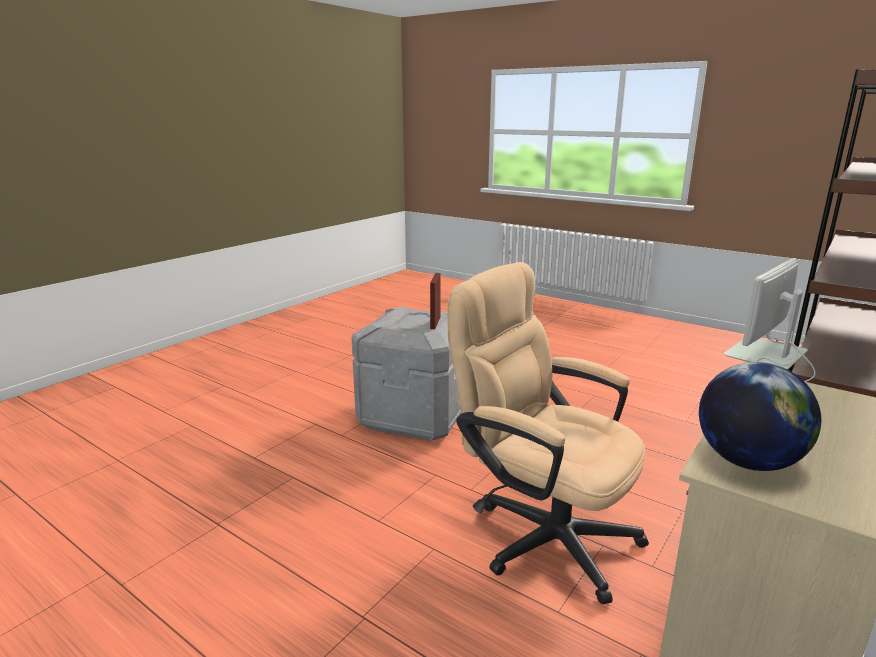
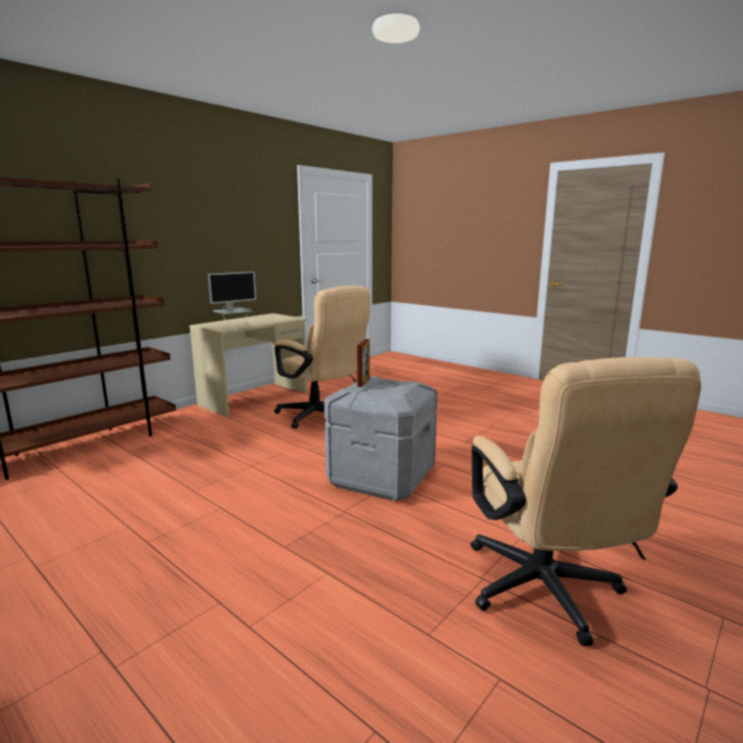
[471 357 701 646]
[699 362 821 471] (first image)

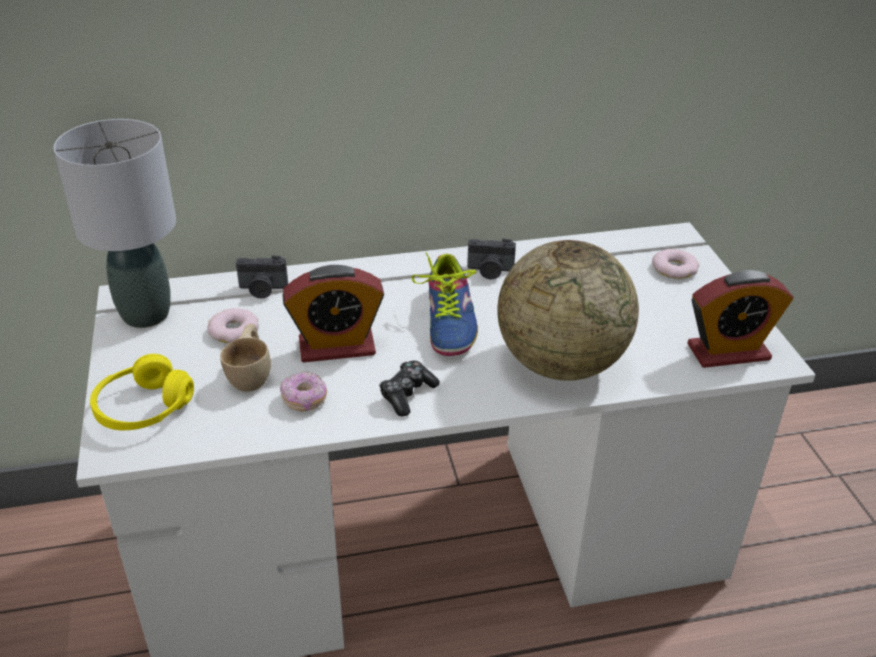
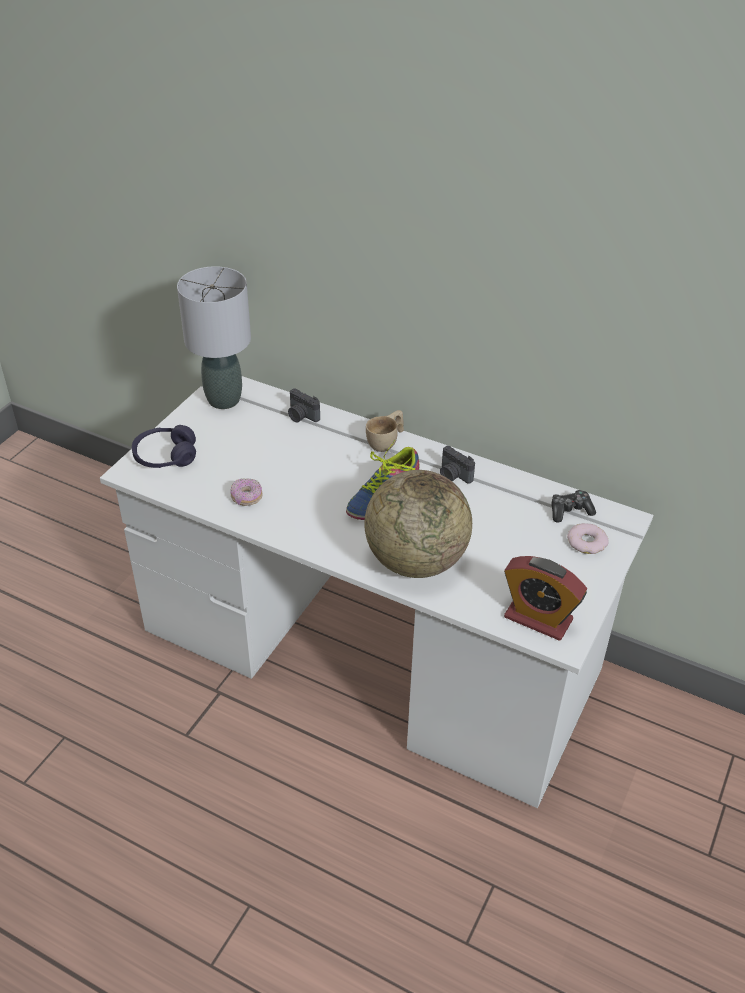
[132 425 196 468]
[366 410 404 452]
[551 490 596 522]
[208 308 259 343] (first image)
[283 265 384 363] (first image)

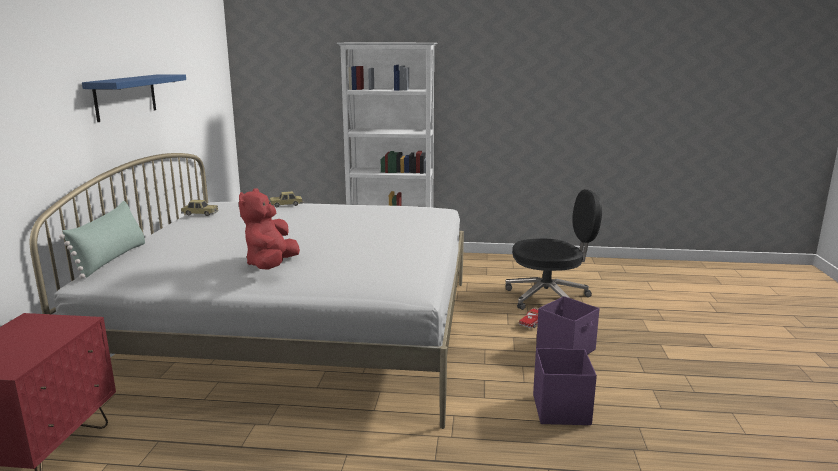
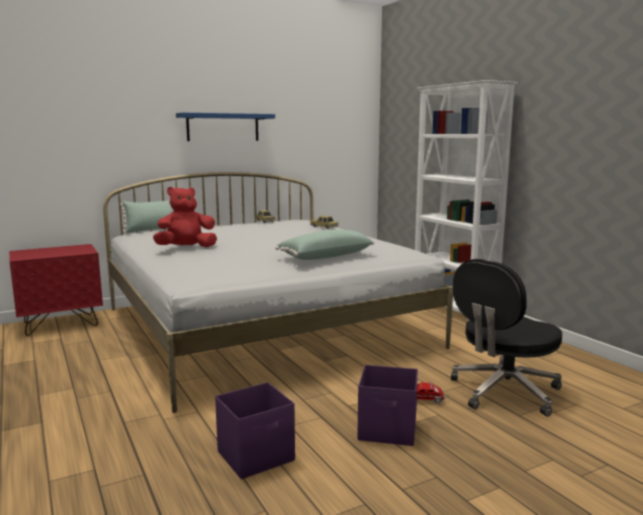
[275 230 374 260]
[451 259 562 417]

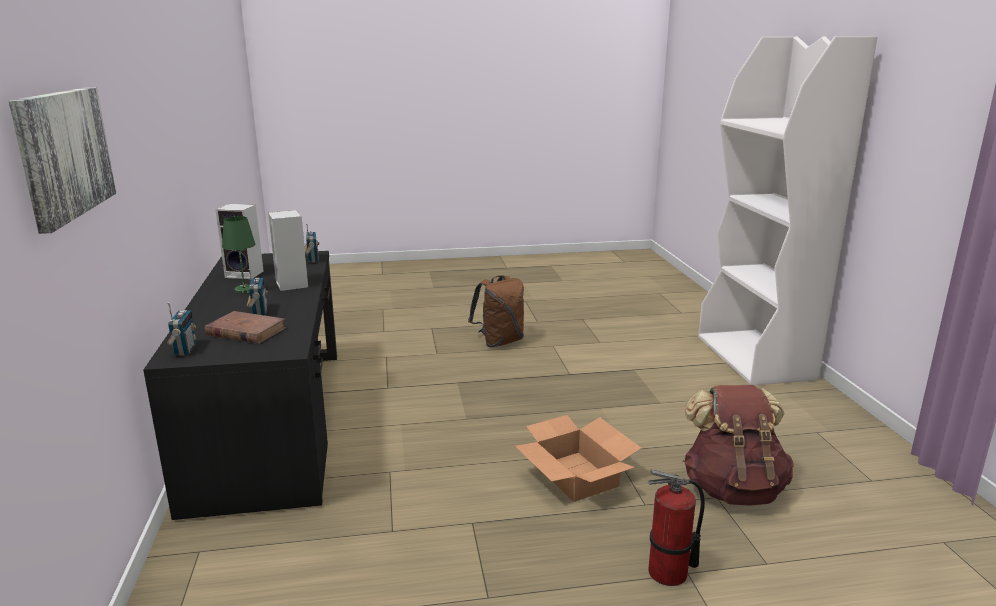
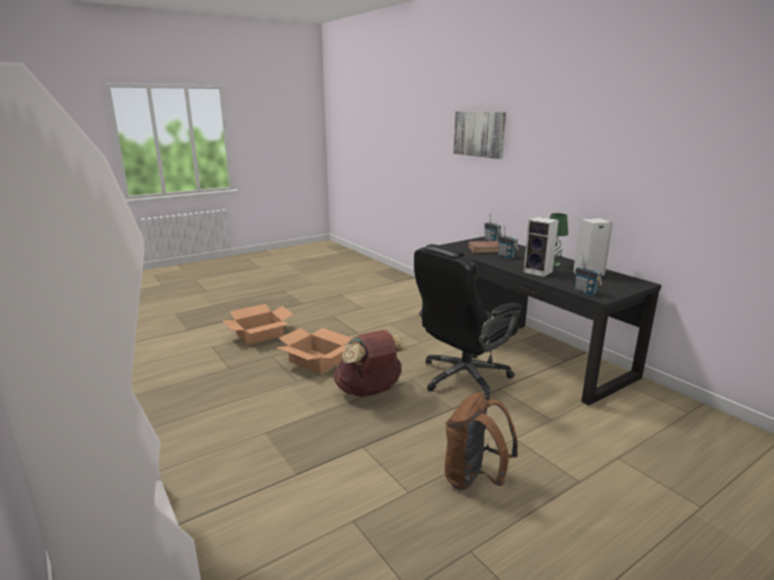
[222 304 294 345]
[334 330 408 397]
[414 244 522 400]

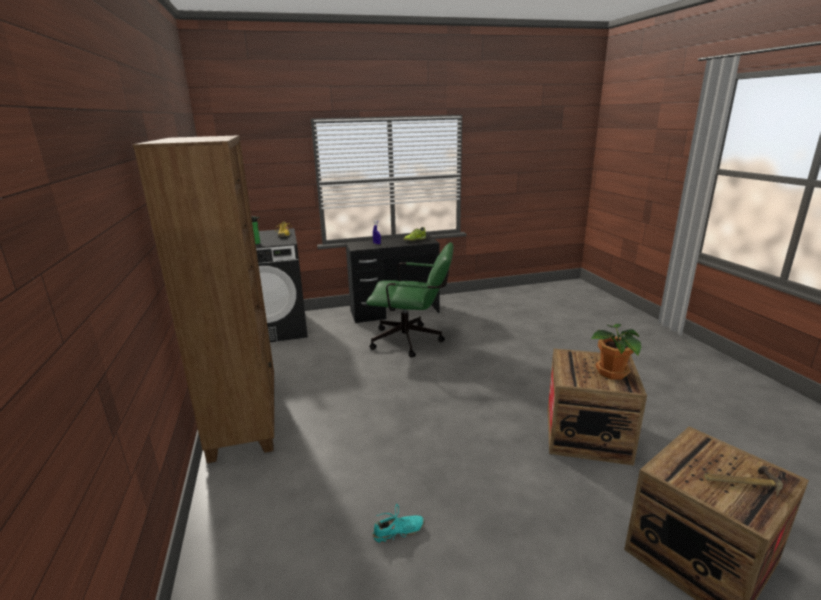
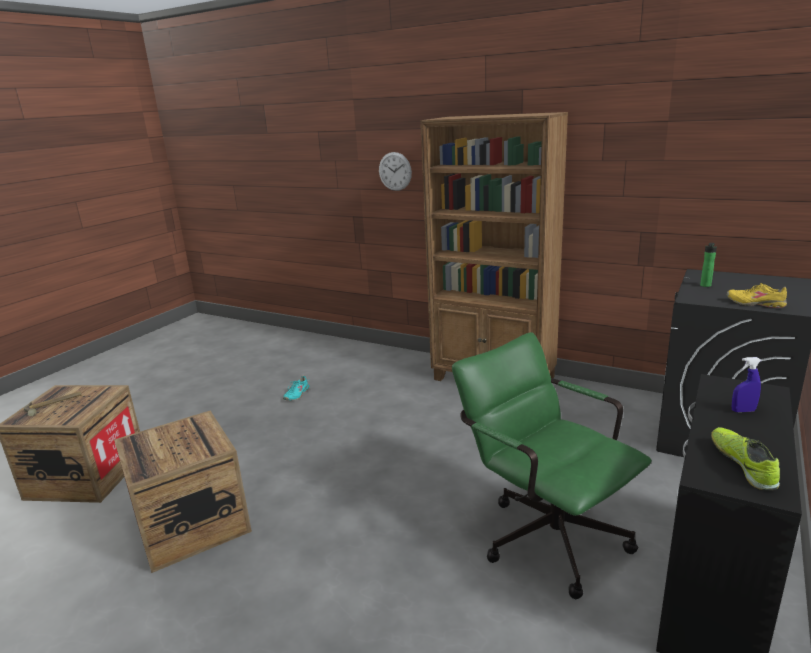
[379 152 412 191]
[452 332 652 599]
[591 324 641 380] (first image)

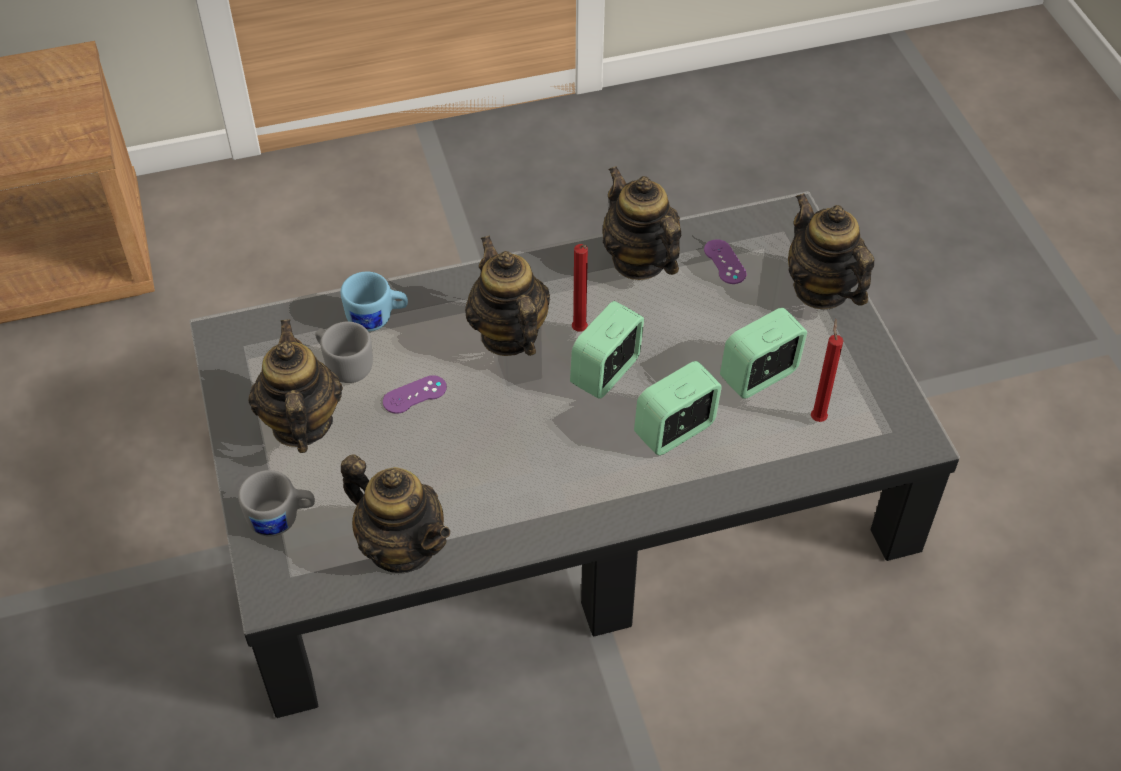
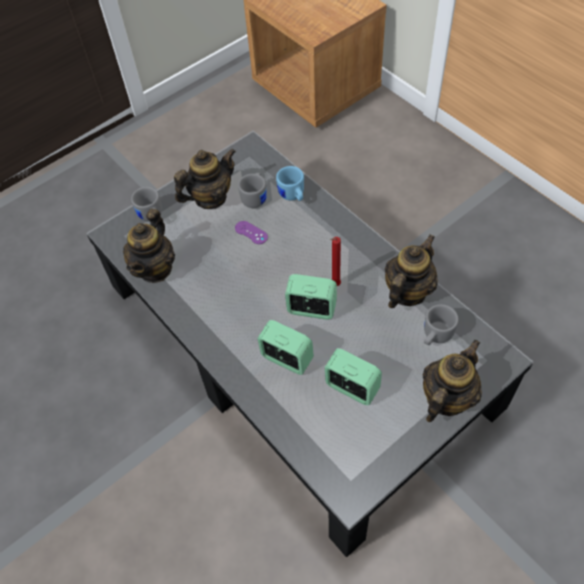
[424 304 459 345]
[465 236 550 356] (first image)
[811 319 844 422] (first image)

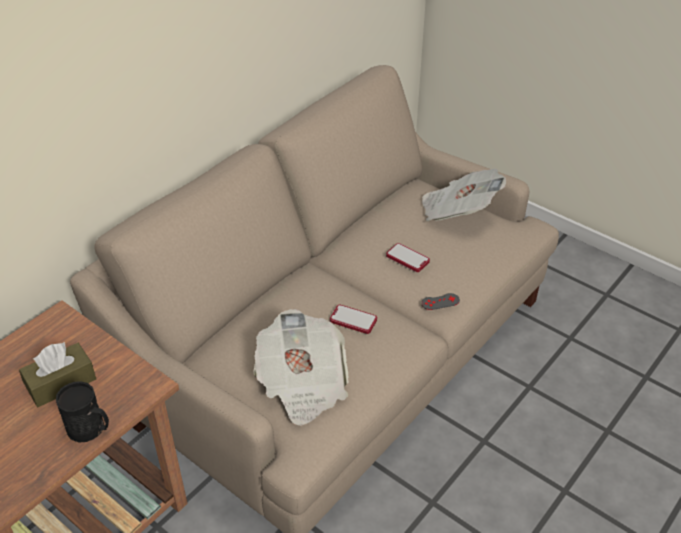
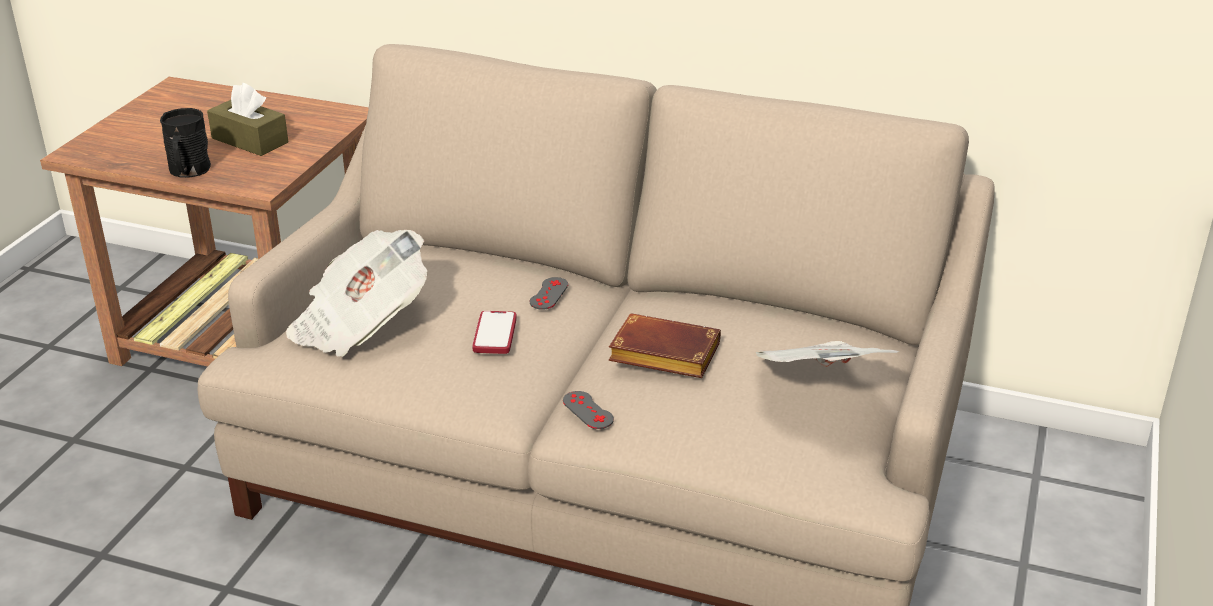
[530 277 568 310]
[609 313 721 378]

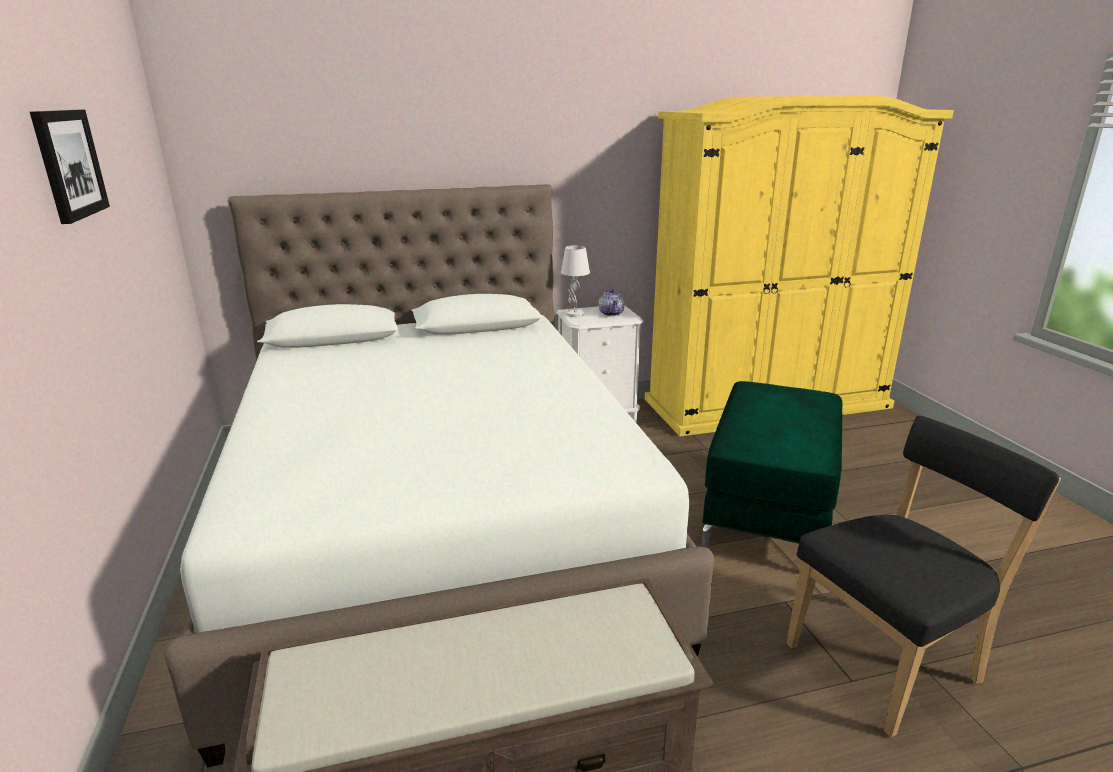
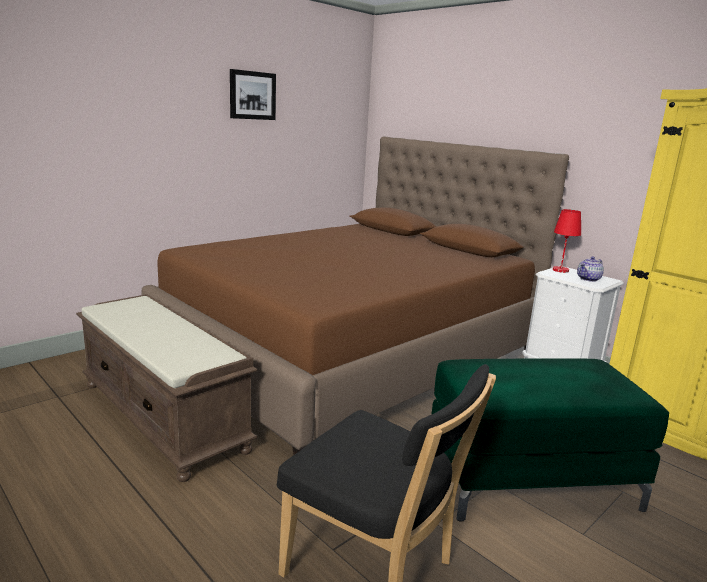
[142 136 569 455]
[553 209 581 273]

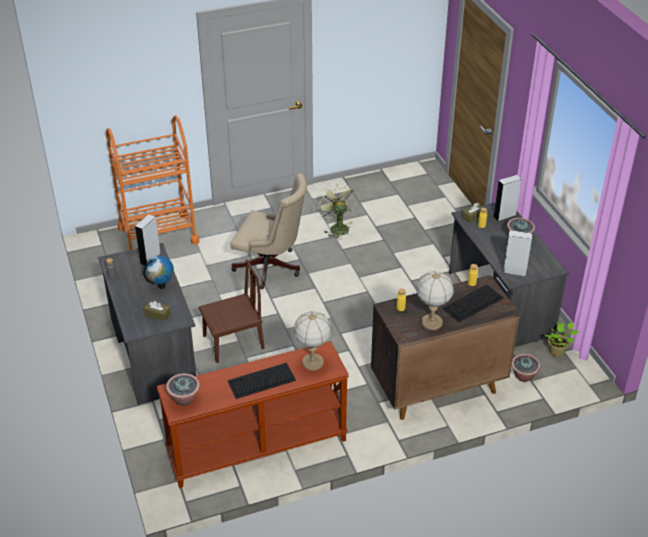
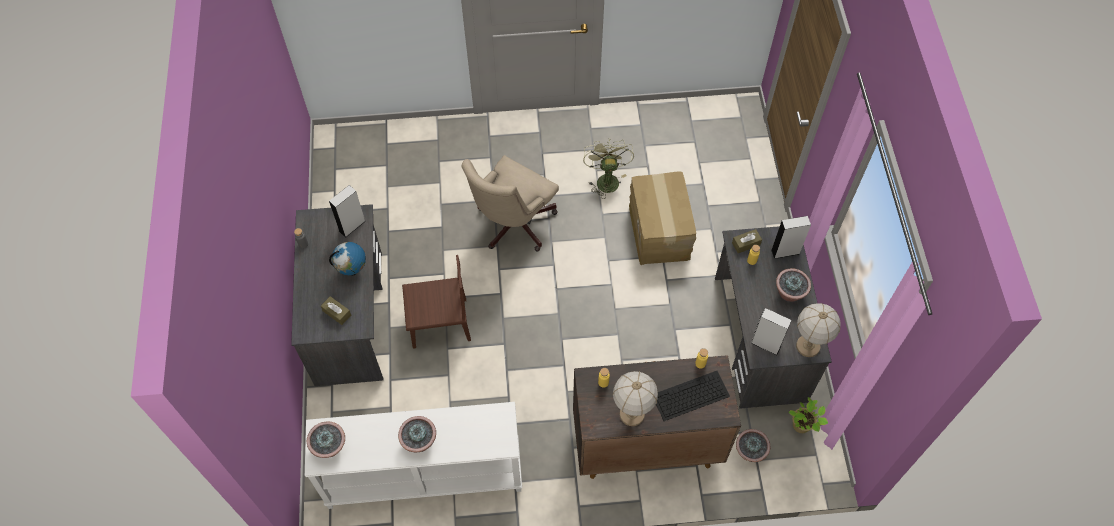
[305 402 522 509]
[398 416 436 452]
[461 155 559 251]
[629 172 696 265]
[796 303 841 357]
[106 115 199 250] (first image)

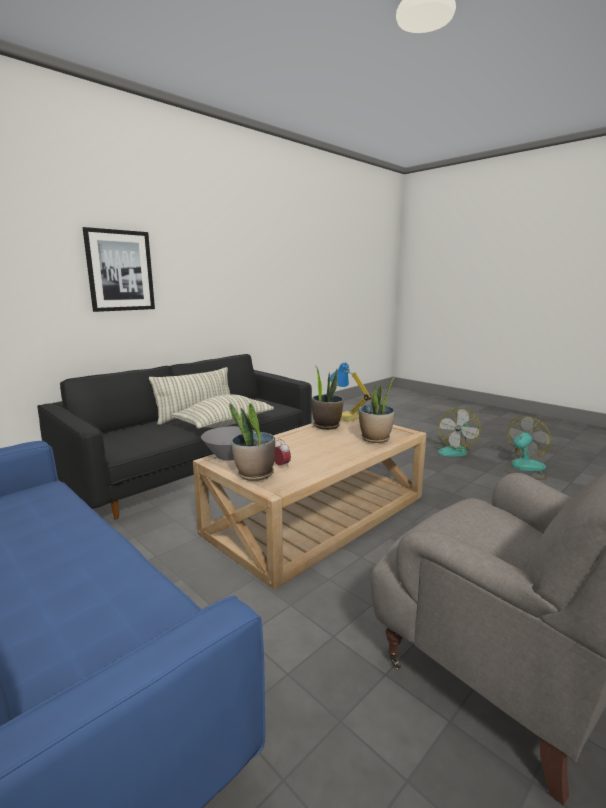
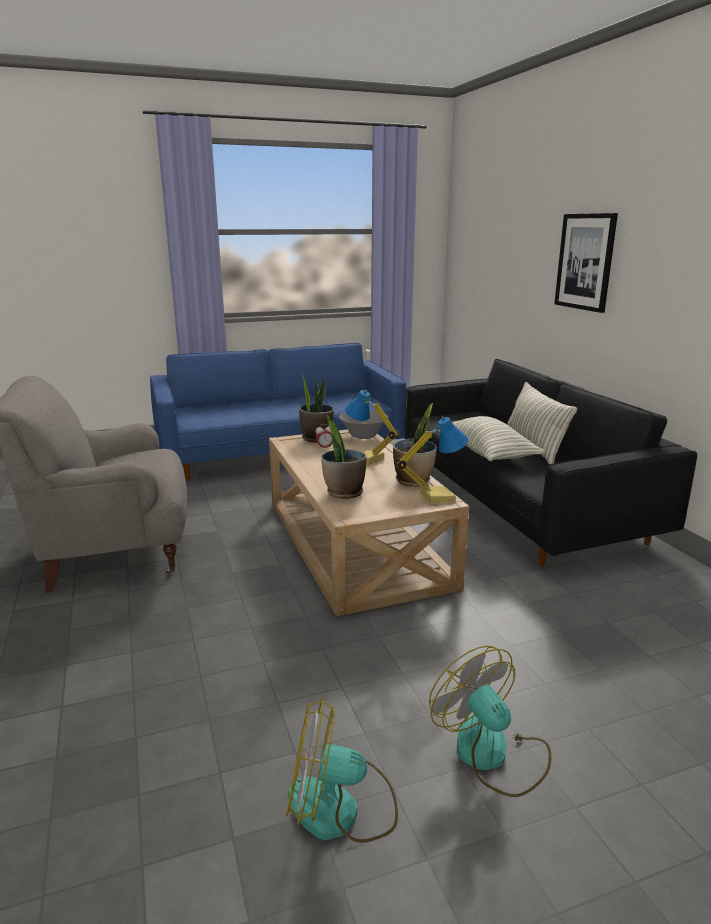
[286 698 398 843]
[345 390 399 466]

